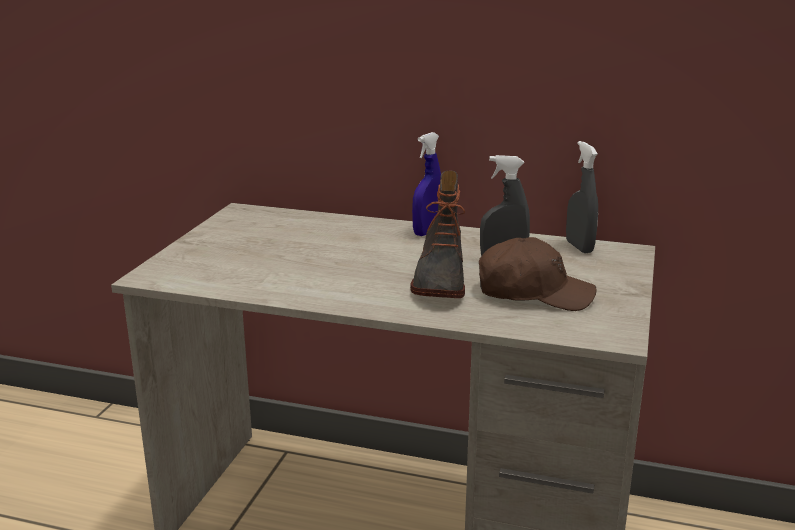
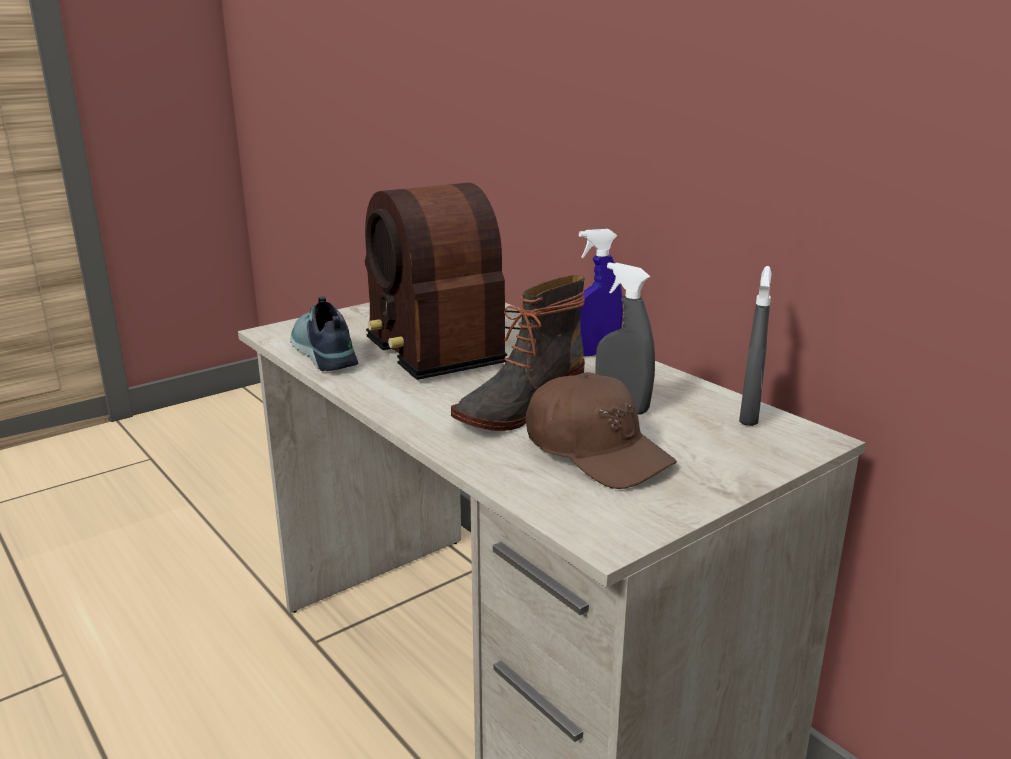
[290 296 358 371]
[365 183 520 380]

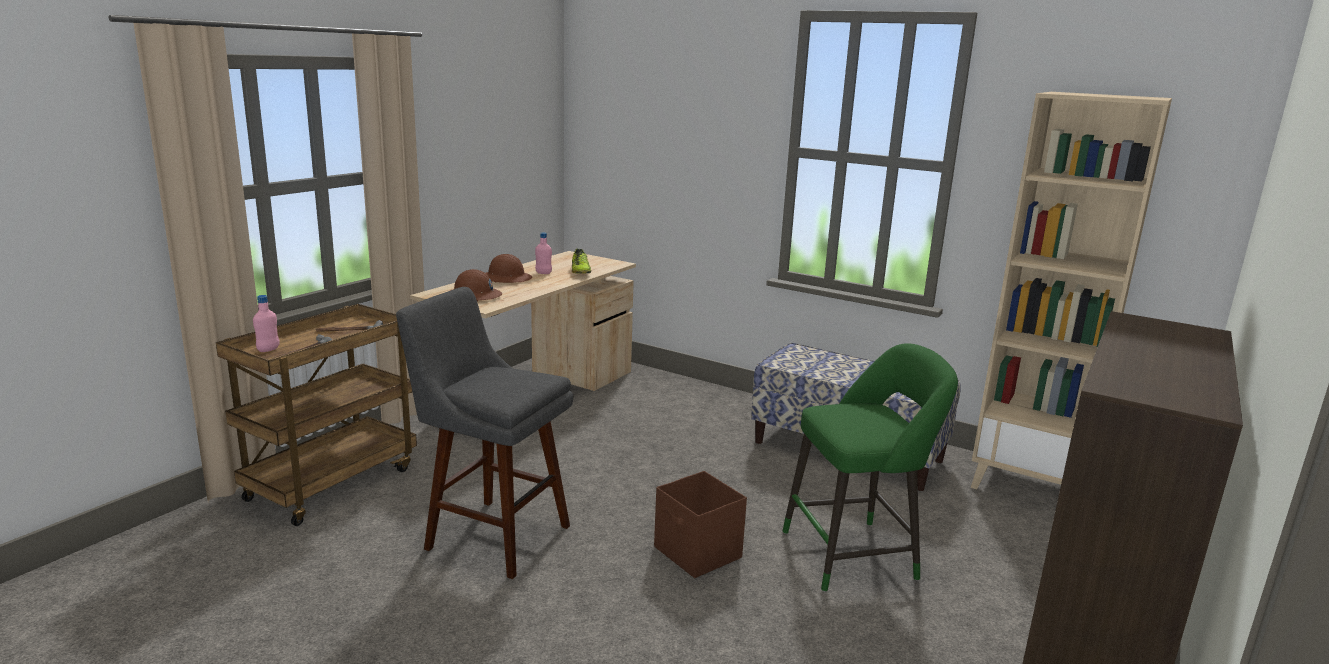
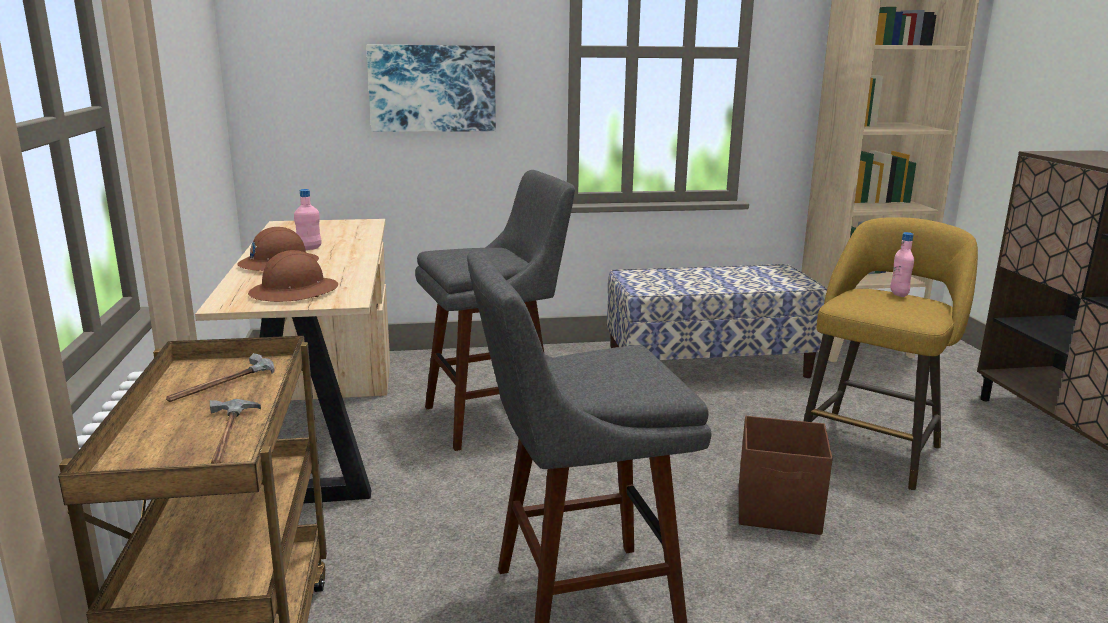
[366 44 496 132]
[415 170 575 451]
[804 217 978 491]
[890 232 914 297]
[572 249 591 274] (first image)

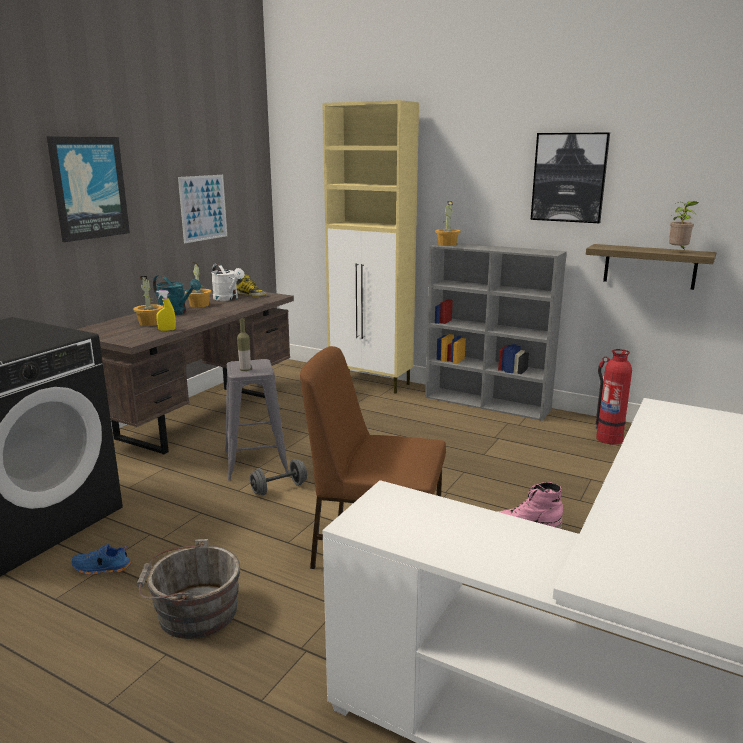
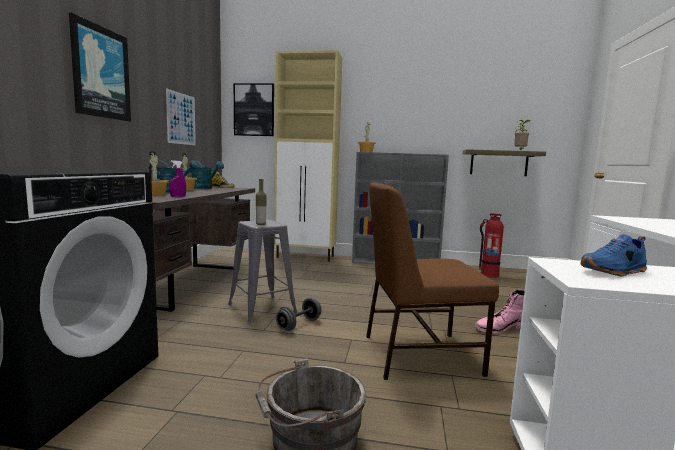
[169 160 186 197]
[190 160 224 189]
[234 83 274 136]
[580 234 647 276]

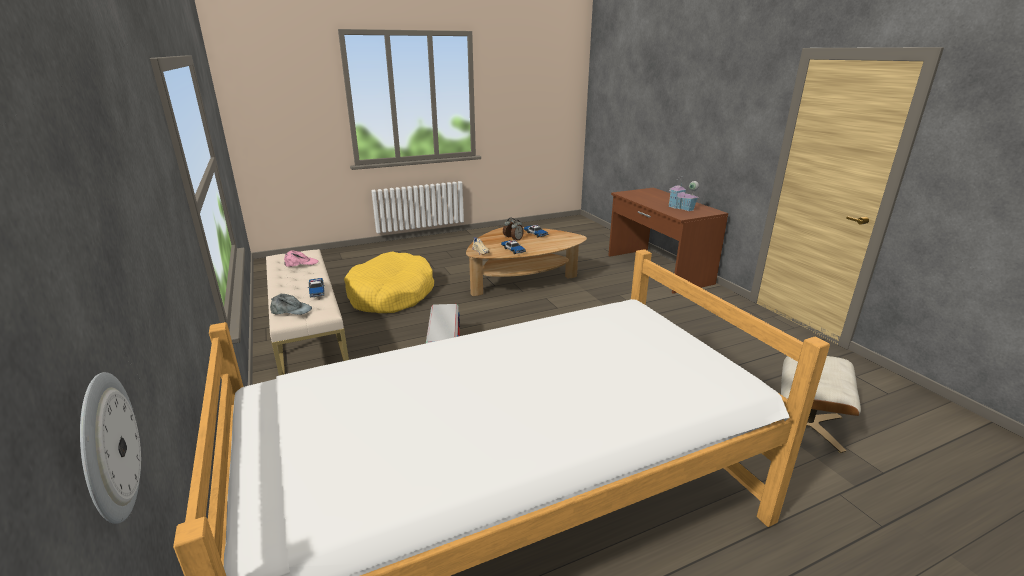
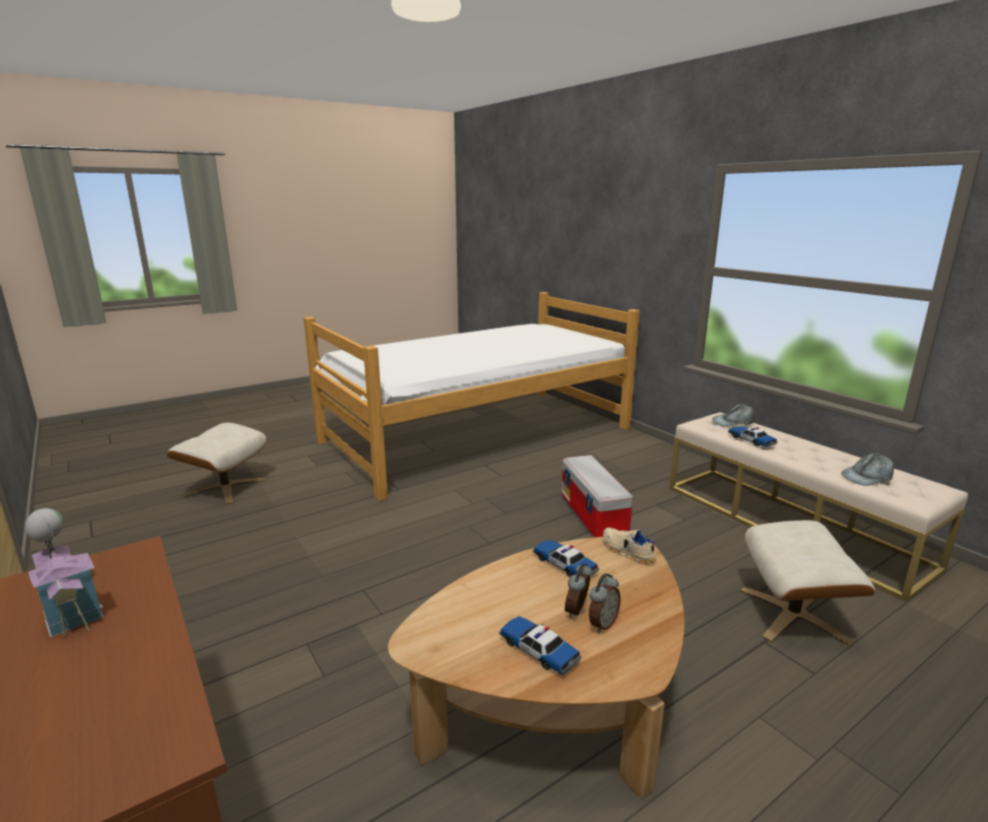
[740 520 875 647]
[841 453 894 486]
[80 372 141 524] (first image)

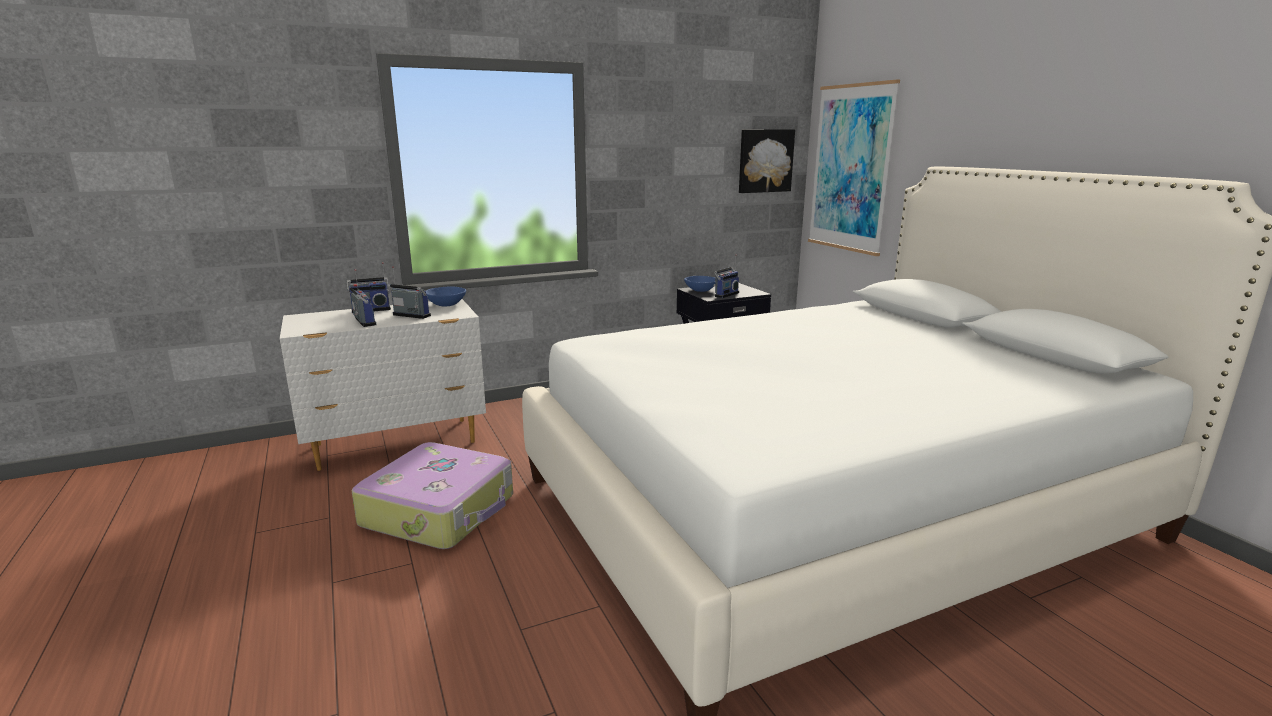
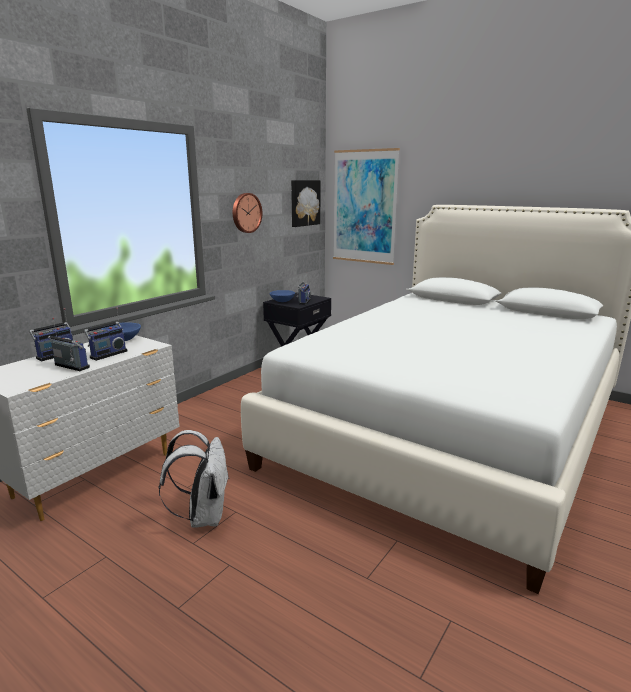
[84 308 127 361]
[158 430 228 528]
[233 193 262 233]

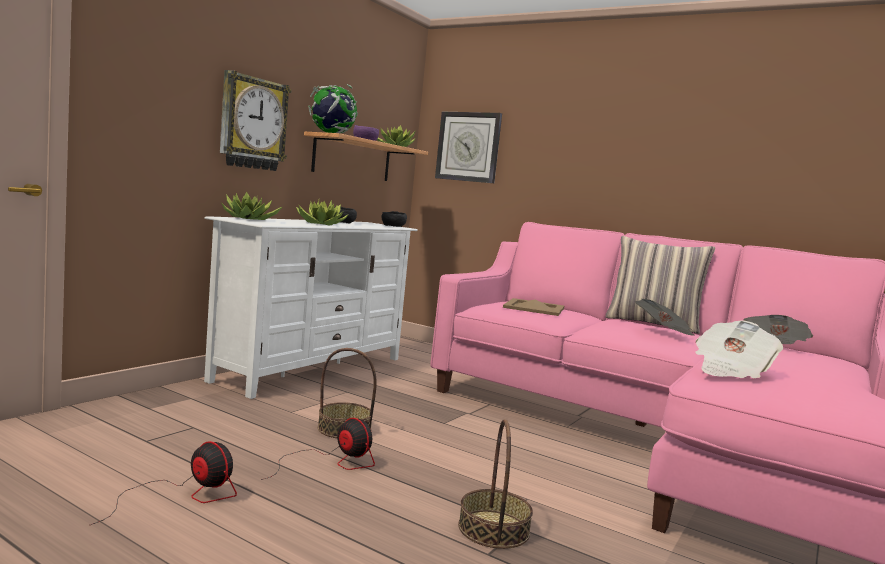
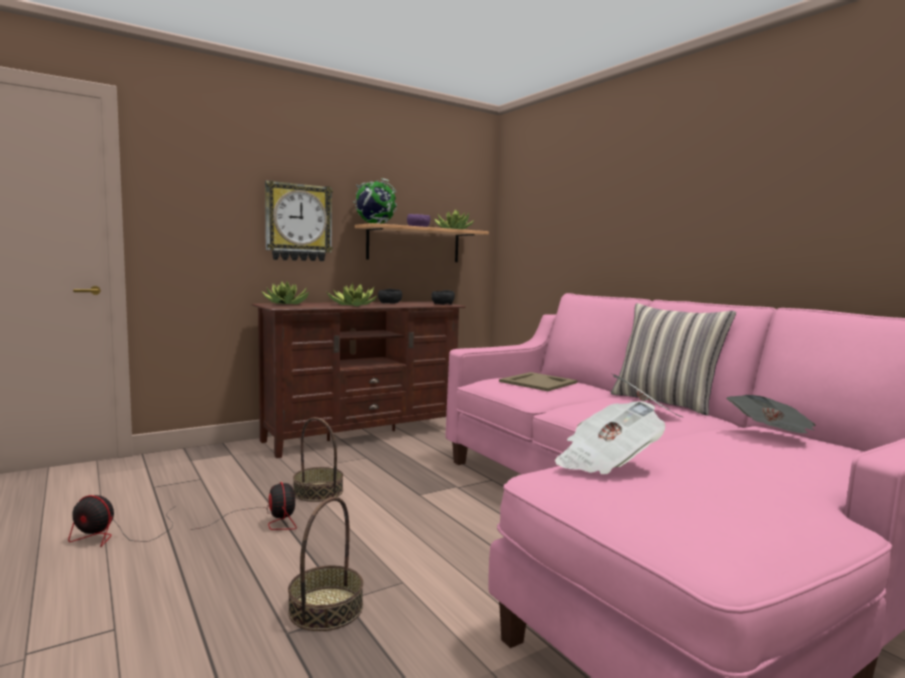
[68 495 176 547]
[251 301 466 458]
[435 112 502 183] (first image)

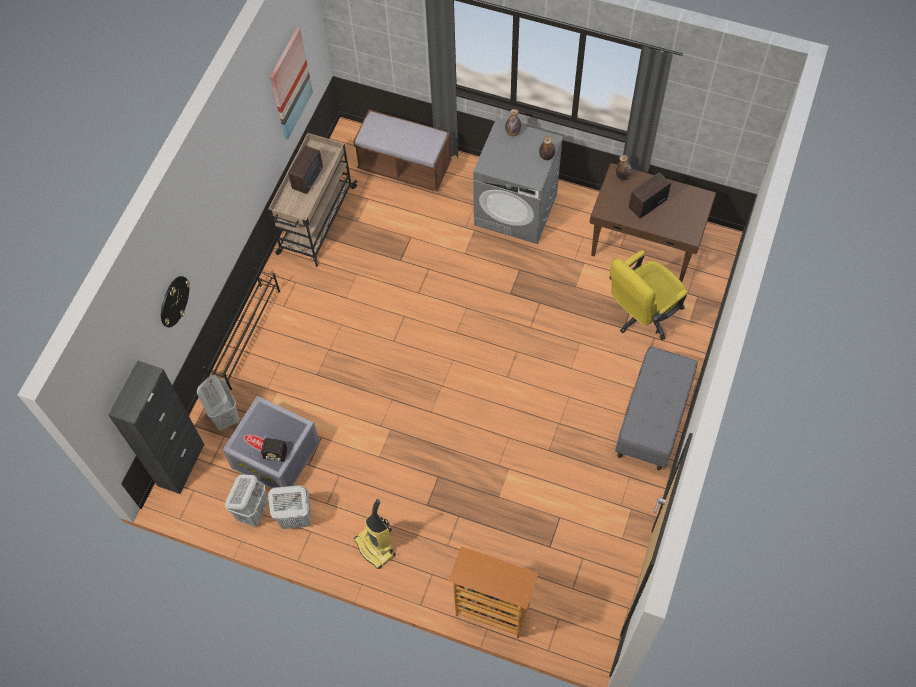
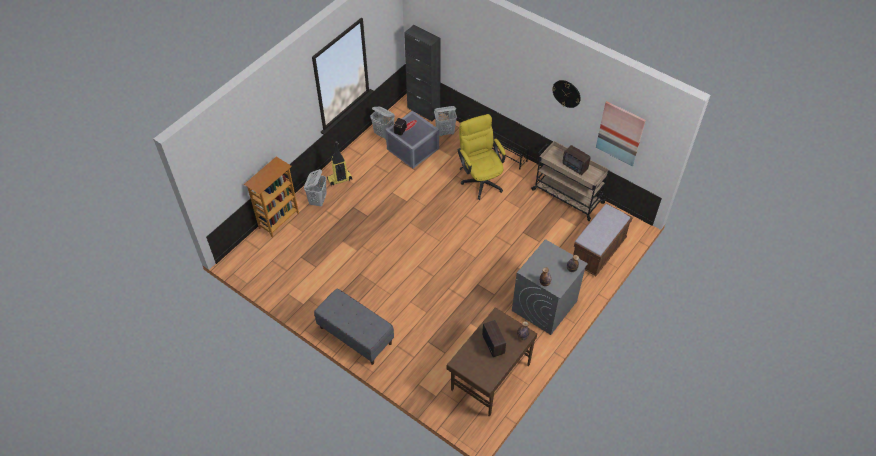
[304 169 327 206]
[458 114 506 200]
[552 80 581 108]

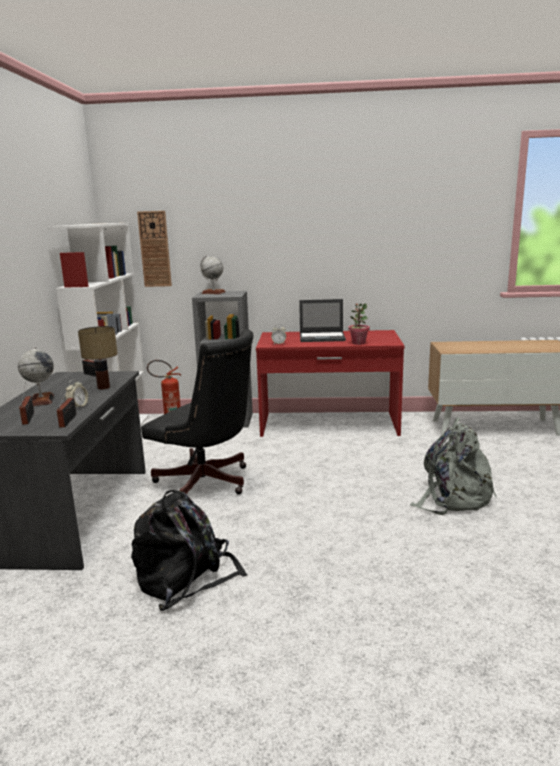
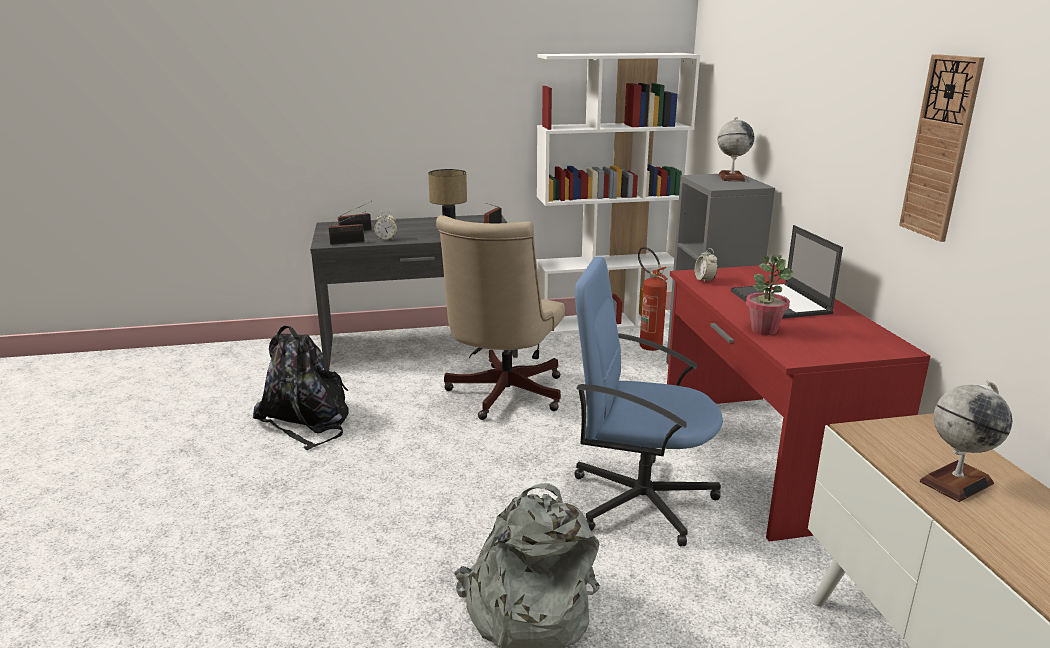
[436 215 565 420]
[574 256 723 546]
[899 54 985 242]
[919 381 1012 502]

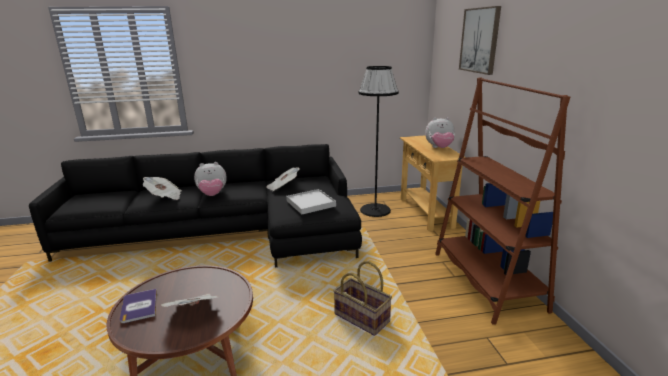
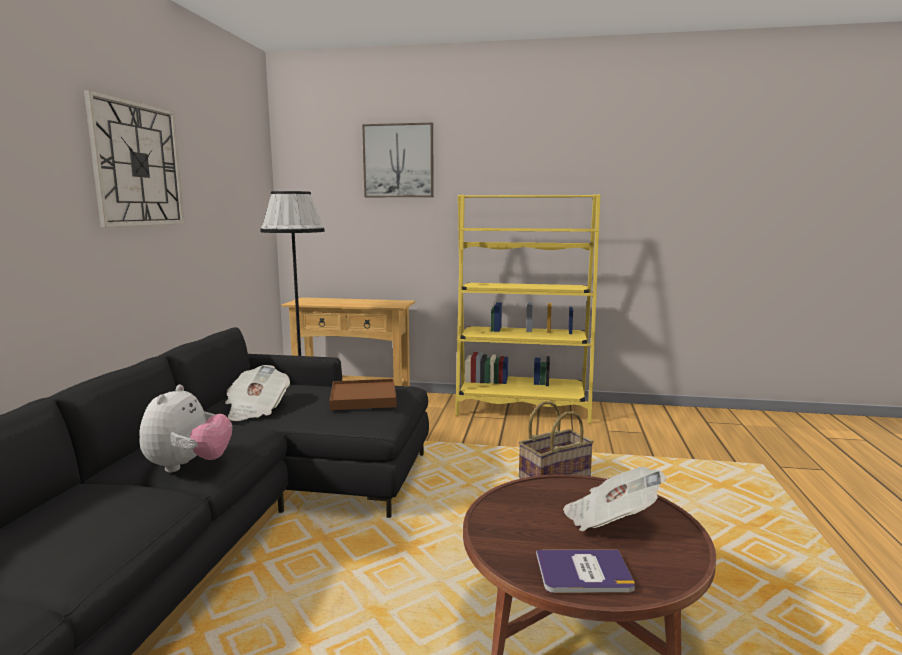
[84 90 185 227]
[329 379 397 410]
[455 194 600 424]
[142 177 182 200] (first image)
[425 117 455 148] (first image)

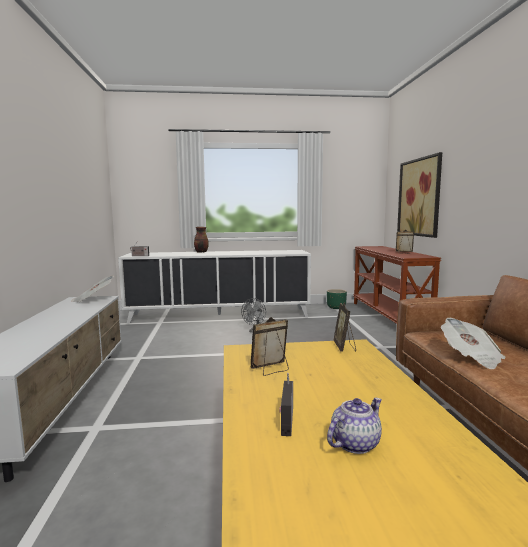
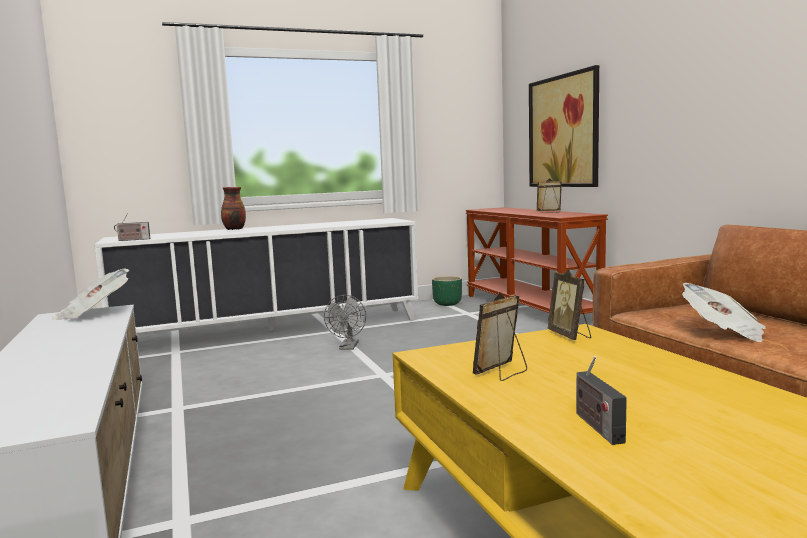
[327 398 382 454] (first image)

